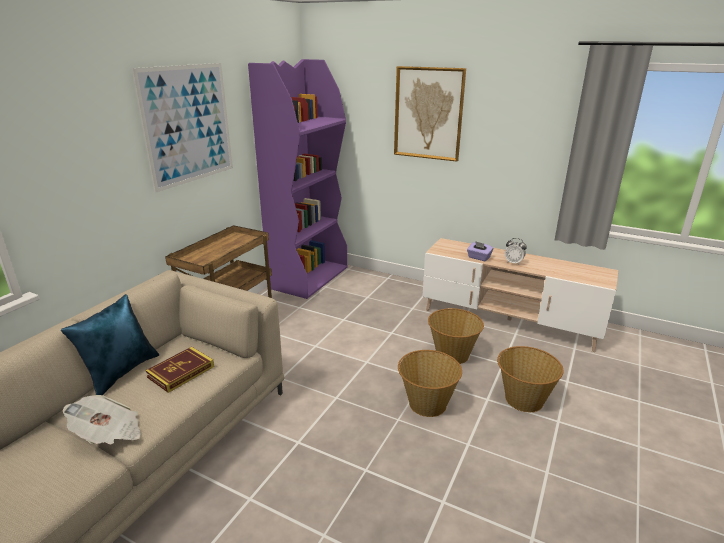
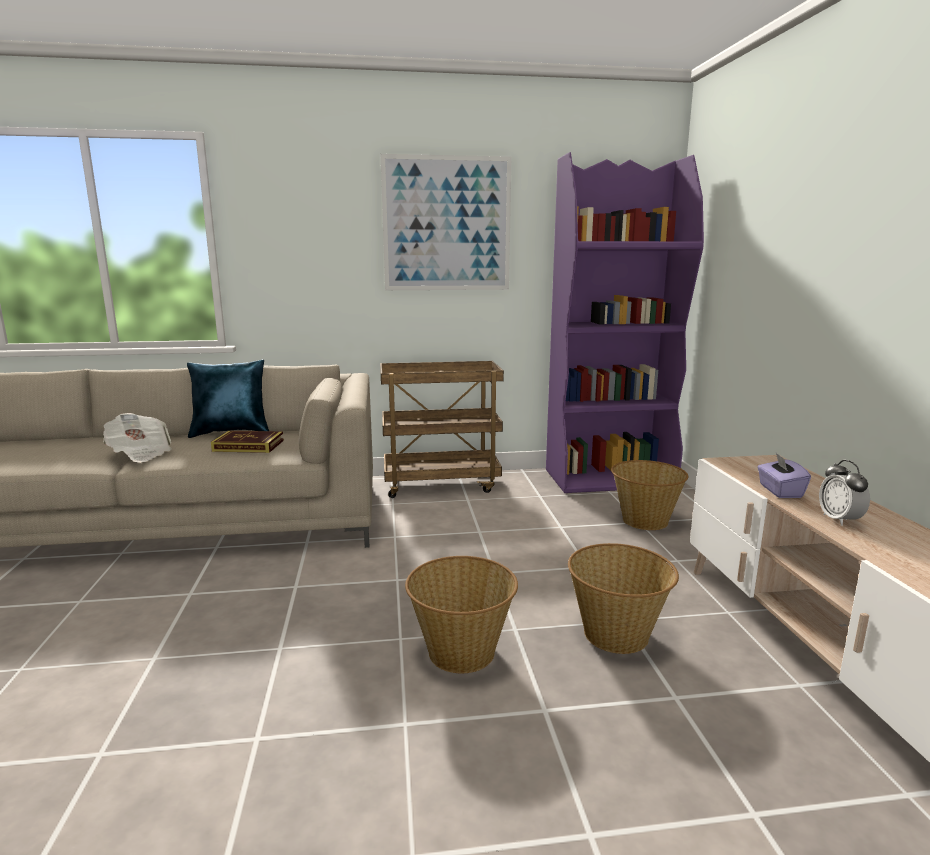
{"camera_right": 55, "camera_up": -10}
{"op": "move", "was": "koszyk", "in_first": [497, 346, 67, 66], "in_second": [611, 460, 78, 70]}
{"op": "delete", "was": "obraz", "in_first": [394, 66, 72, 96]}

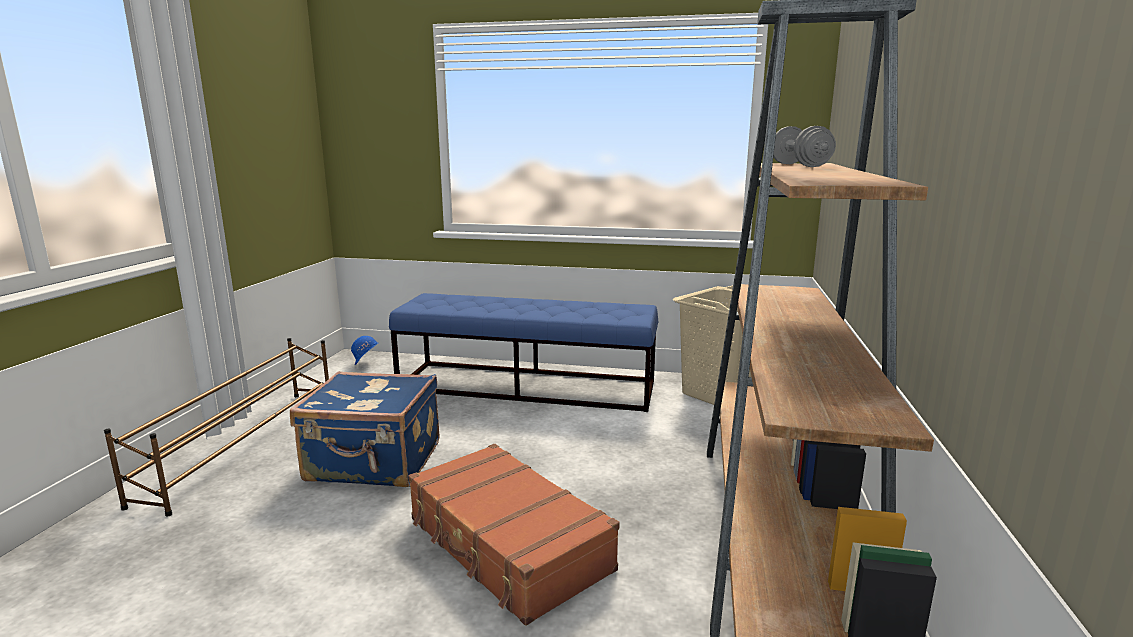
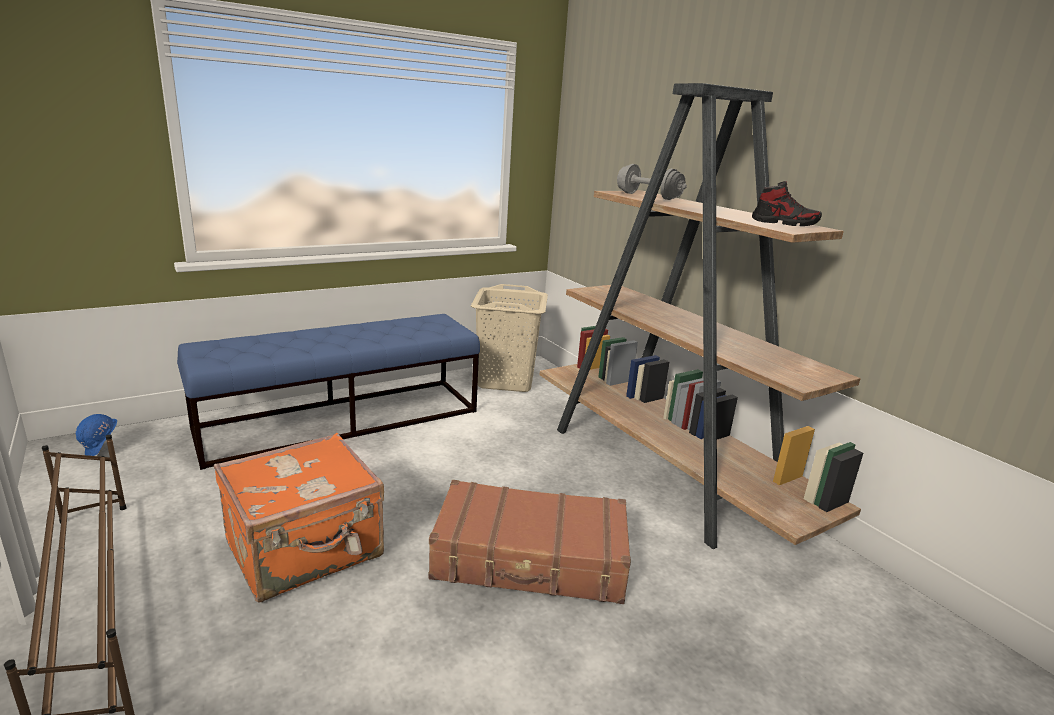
{"camera_right": -45, "camera_up": 5}
{"op": "recolor", "was": "walizka [niebieski]", "now": "walizka [pomarańczowy]", "in_first": [290, 371, 149, 116], "in_second": [214, 433, 170, 169]}
{"op": "insert", "now": "but", "in_second": [752, 181, 70, 45]}

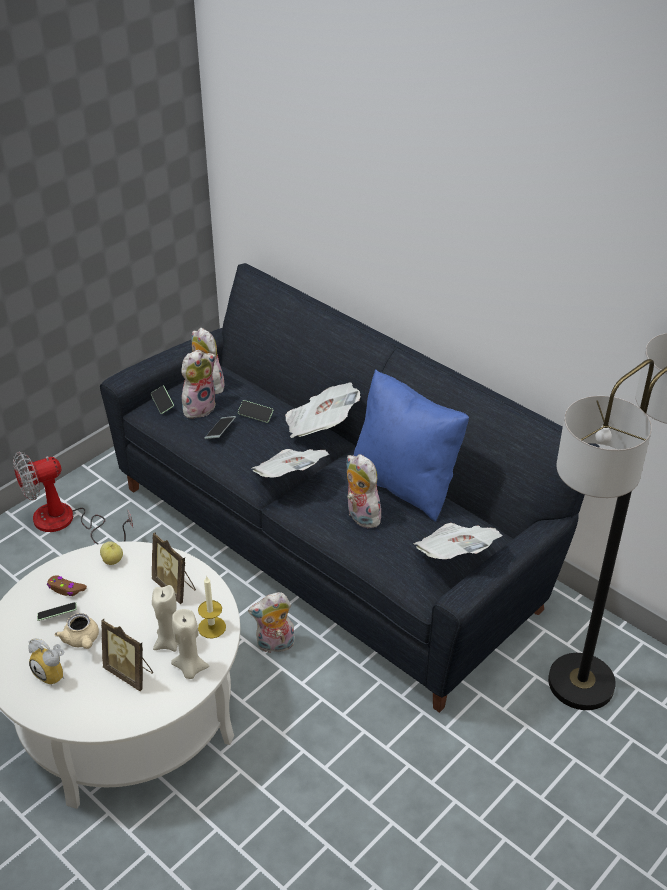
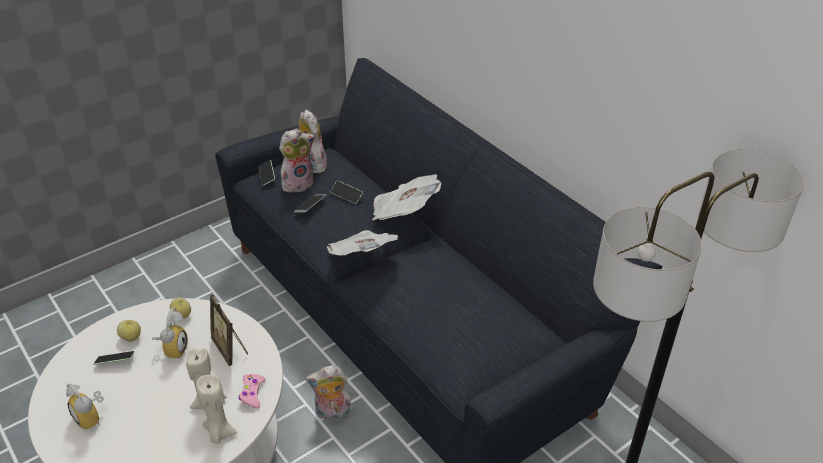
{"camera_right": 10, "camera_up": 0}
{"op": "replace", "was": "pad do gier [brązowy]", "now": "jabłko", "in_first": [47, 575, 40, 21], "in_second": [117, 320, 24, 22]}
{"op": "insert", "now": "budzik", "in_second": [152, 308, 36, 51]}
{"op": "replace", "was": "świeca", "now": "pad do gier [różowy]", "in_first": [198, 576, 28, 62], "in_second": [239, 374, 27, 34]}
{"op": "delete", "was": "wentylator", "in_first": [13, 451, 120, 93]}
{"op": "delete", "was": "imbryk [beżowy]", "in_first": [55, 613, 44, 36]}
{"op": "delete", "was": "ramka na zdjęcie", "in_first": [101, 619, 52, 72]}
{"op": "delete", "was": "pluszak", "in_first": [347, 454, 34, 74]}
{"op": "delete", "was": "poduszka [niebieski]", "in_first": [353, 369, 116, 153]}
{"op": "delete", "was": "gazeta", "in_first": [413, 523, 89, 36]}

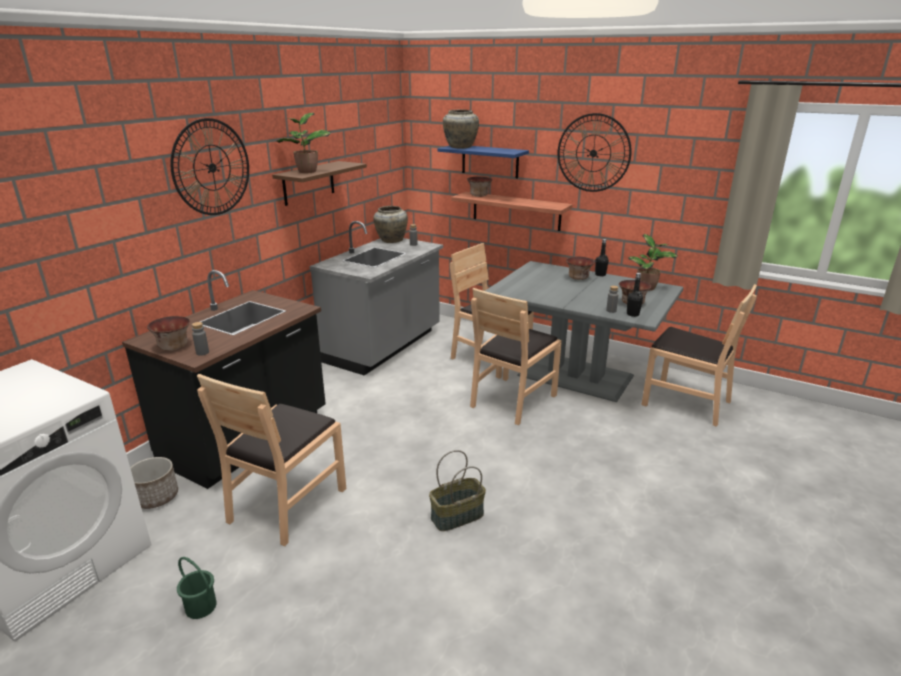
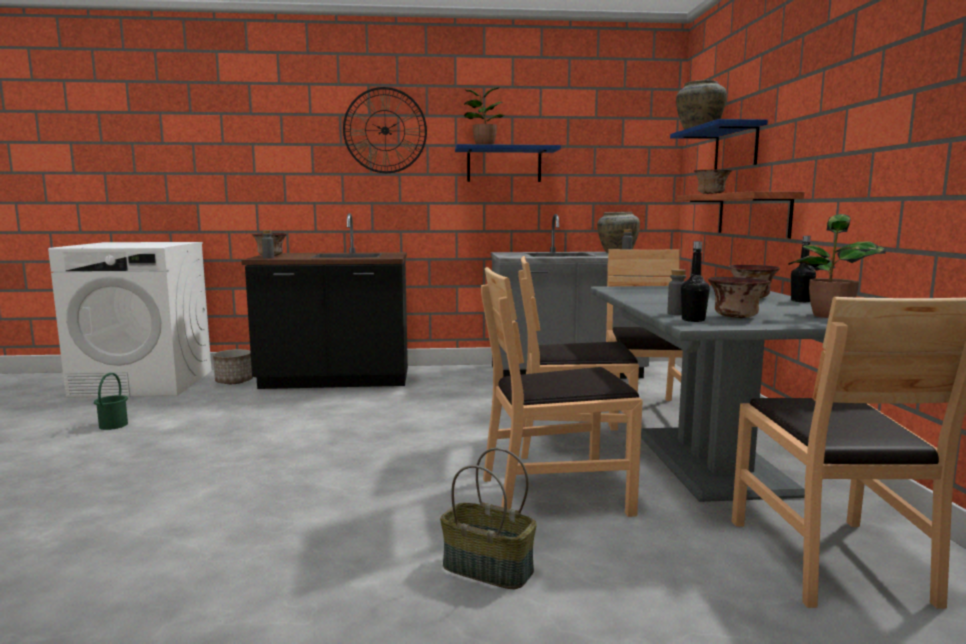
{"camera_right": 55, "camera_up": -15}
{"op": "move", "was": "koszyk", "in_first": [429, 450, 57, 81], "in_second": [440, 448, 97, 141]}
{"op": "recolor", "was": "półka [brązowy]", "now": "półka [niebieski]", "in_first": [272, 161, 95, 45], "in_second": [455, 144, 106, 38]}
{"op": "move", "was": "krzesło [brązowy]", "in_first": [197, 374, 149, 172], "in_second": [481, 267, 162, 250]}
{"op": "delete", "was": "zegar ścienny", "in_first": [558, 113, 74, 79]}

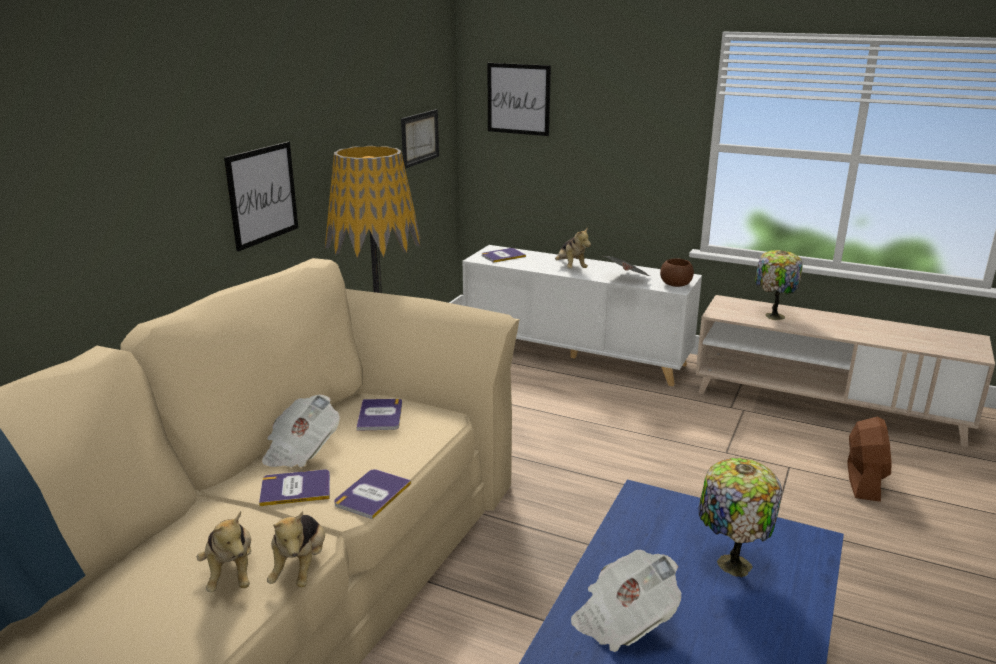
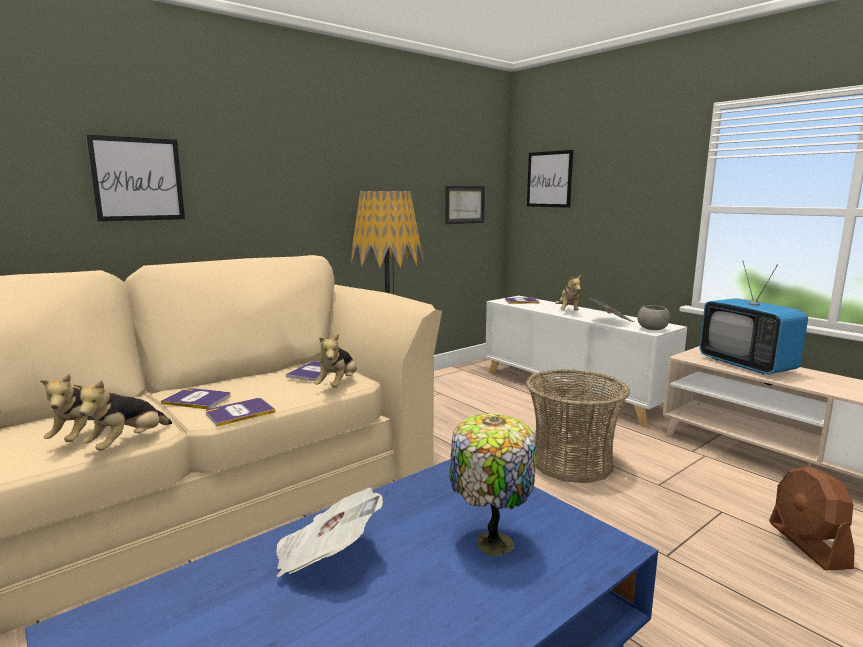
{"camera_right": 25, "camera_up": -10}
{"op": "move", "was": "obraz", "in_first": [224, 142, 74, 109], "in_second": [86, 134, 99, 88]}
{"op": "insert", "now": "pluszak", "in_second": [314, 334, 43, 54]}
{"op": "insert", "now": "koszyk", "in_second": [526, 369, 104, 114]}
{"op": "recolor", "was": "miska [brązowy]", "now": "miska [szary]", "in_first": [660, 259, 34, 28], "in_second": [637, 305, 33, 25]}
{"op": "replace", "was": "lampa stołowa", "now": "telewizor", "in_first": [755, 250, 48, 70], "in_second": [700, 261, 108, 114]}
{"op": "rotate", "was": "wentylator [brązowy]", "in_first": [847, 417, 44, 85], "in_second": [769, 466, 86, 104], "clockwise": 135}
{"op": "delete", "was": "gazeta", "in_first": [262, 394, 78, 73]}

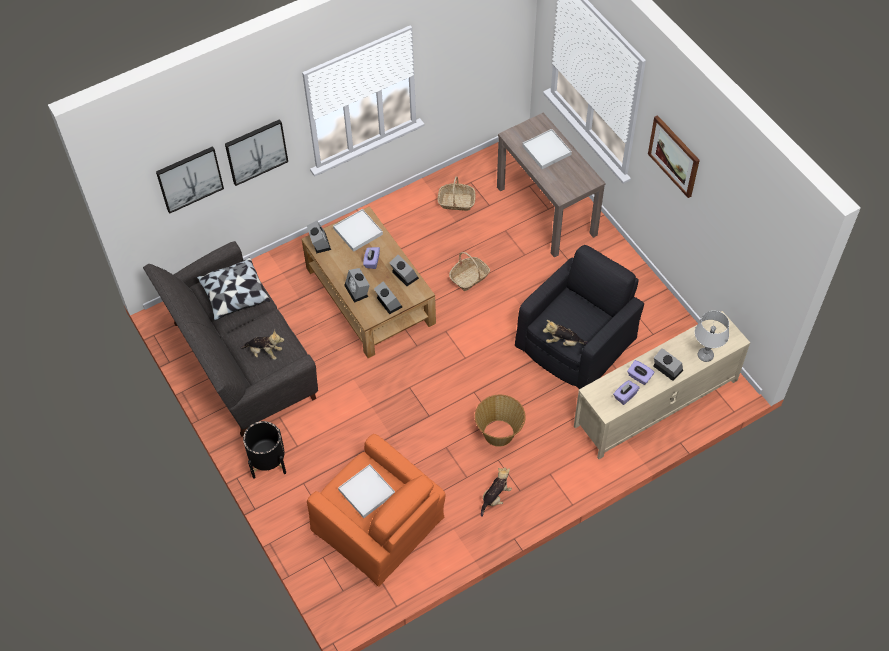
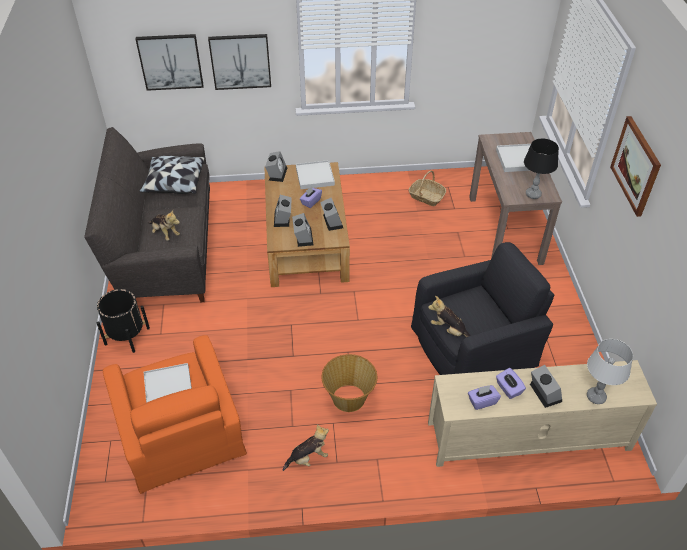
{"camera_right": 25, "camera_up": -10}
{"op": "insert", "now": "lampa stołowa [czarny]", "in_second": [524, 139, 35, 60]}
{"op": "delete", "was": "koszyk", "in_first": [449, 252, 41, 39]}

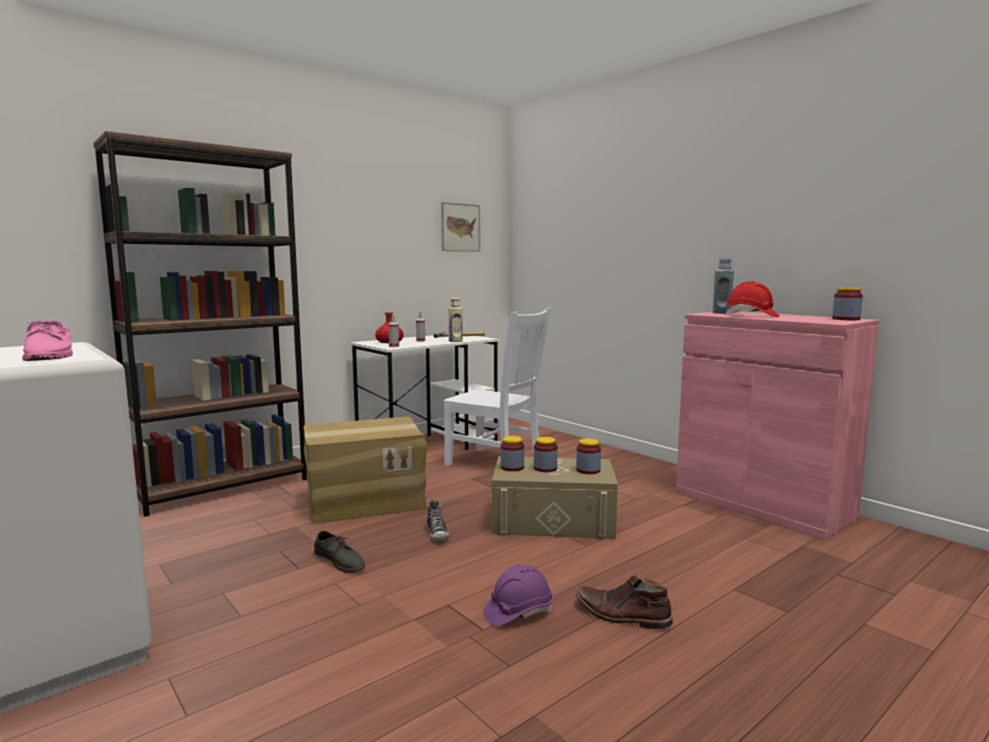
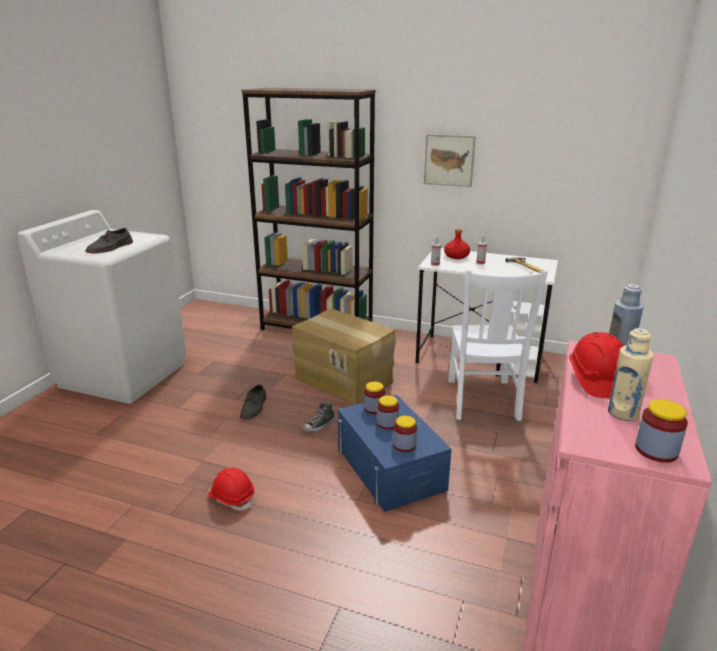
{"camera_right": 60, "camera_up": 15}
{"op": "recolor", "was": "but [różowy]", "now": "but [szary]", "in_first": [22, 320, 51, 41], "in_second": [85, 228, 48, 26]}
{"op": "recolor", "was": "kask [fioletowy]", "now": "kask [czerwony]", "in_first": [483, 564, 70, 62], "in_second": [208, 468, 47, 43]}
{"op": "recolor", "was": "pojemnik do przechowywania [beżowy]", "now": "pojemnik do przechowywania [niebieski]", "in_first": [492, 456, 126, 83], "in_second": [338, 395, 113, 117]}
{"op": "move", "was": "obraz", "in_first": [441, 202, 39, 50], "in_second": [424, 134, 52, 53]}
{"op": "move", "was": "butelka [beżowy]", "in_first": [448, 297, 15, 45], "in_second": [608, 328, 45, 93]}
{"op": "delete", "was": "but z cholewką [brązowy]", "in_first": [576, 575, 97, 54]}

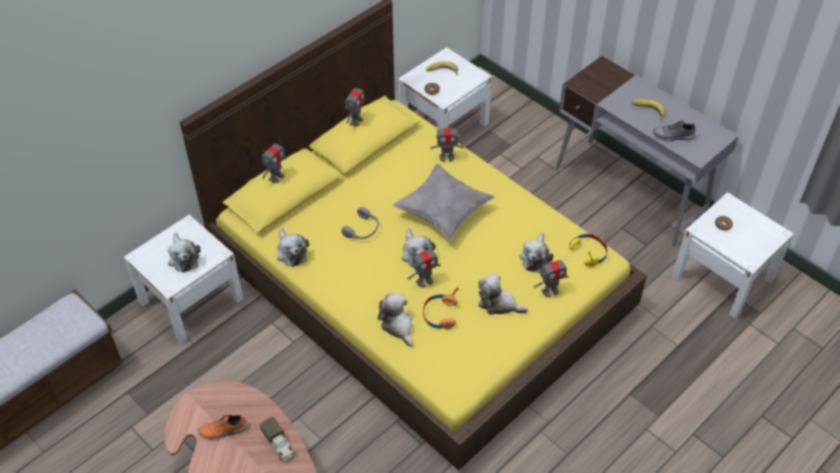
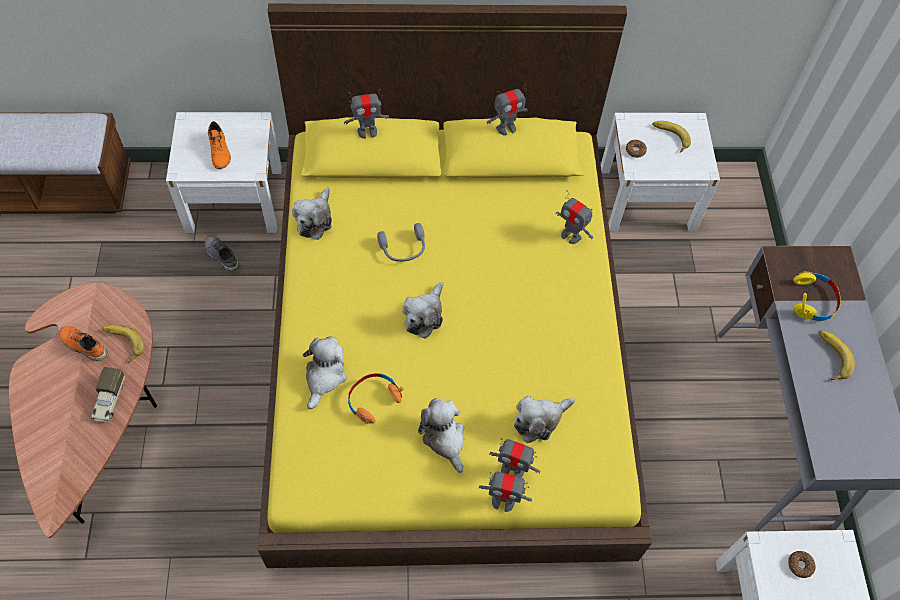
{"camera_right": 40, "camera_up": 10}
{"op": "insert", "now": "banan", "in_second": [102, 325, 42, 38]}
{"op": "move", "was": "but [szary]", "in_first": [653, 121, 43, 20], "in_second": [205, 236, 34, 35]}
{"op": "replace", "was": "pluszak", "now": "but [pomarańczowy]", "in_first": [168, 233, 33, 40], "in_second": [208, 121, 23, 48]}
{"op": "move", "was": "robot zabawkowy", "in_first": [407, 245, 34, 43], "in_second": [479, 471, 53, 41]}
{"op": "move", "was": "słuchawki [żółty]", "in_first": [569, 234, 39, 33], "in_second": [794, 271, 47, 50]}
{"op": "delete", "was": "poduszka [szary]", "in_first": [393, 164, 101, 76]}

